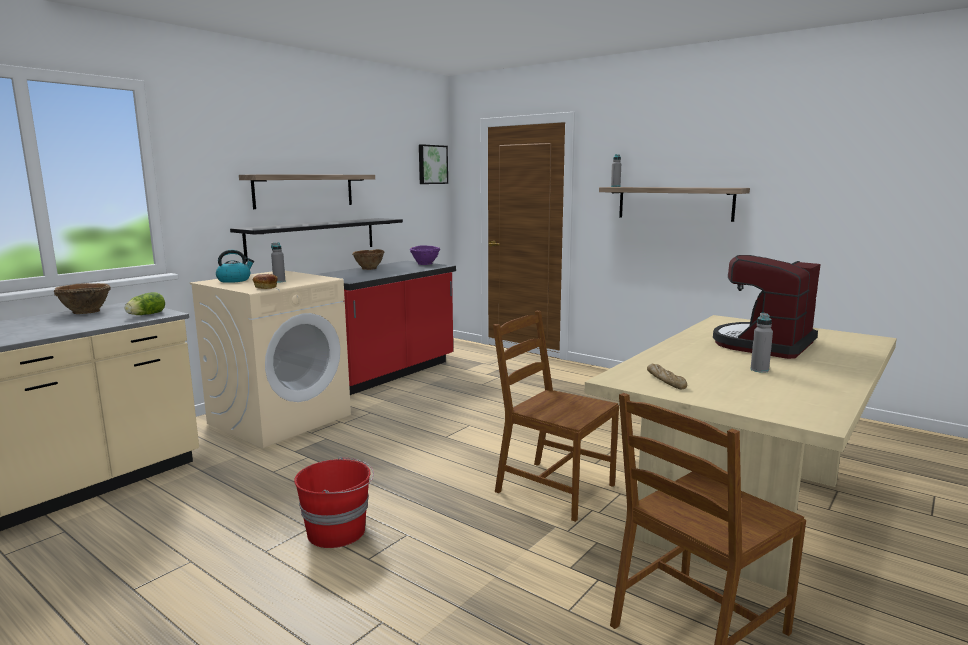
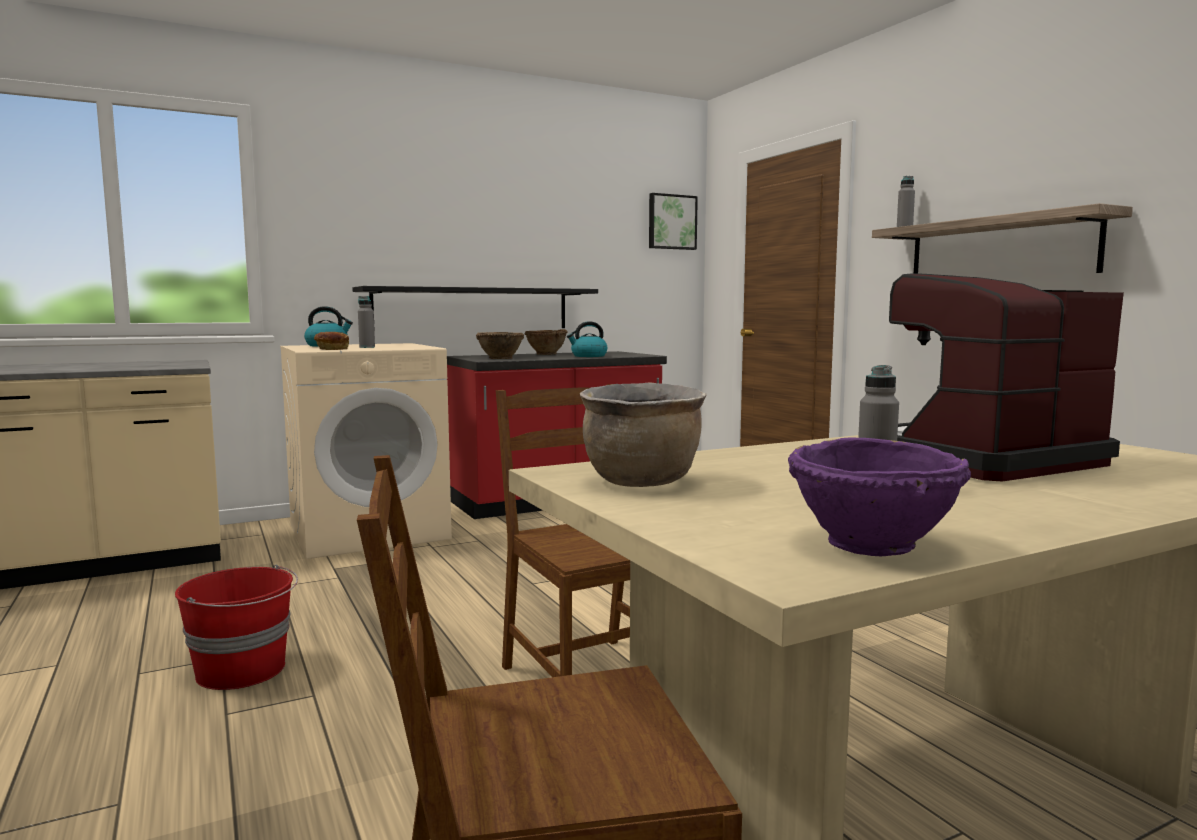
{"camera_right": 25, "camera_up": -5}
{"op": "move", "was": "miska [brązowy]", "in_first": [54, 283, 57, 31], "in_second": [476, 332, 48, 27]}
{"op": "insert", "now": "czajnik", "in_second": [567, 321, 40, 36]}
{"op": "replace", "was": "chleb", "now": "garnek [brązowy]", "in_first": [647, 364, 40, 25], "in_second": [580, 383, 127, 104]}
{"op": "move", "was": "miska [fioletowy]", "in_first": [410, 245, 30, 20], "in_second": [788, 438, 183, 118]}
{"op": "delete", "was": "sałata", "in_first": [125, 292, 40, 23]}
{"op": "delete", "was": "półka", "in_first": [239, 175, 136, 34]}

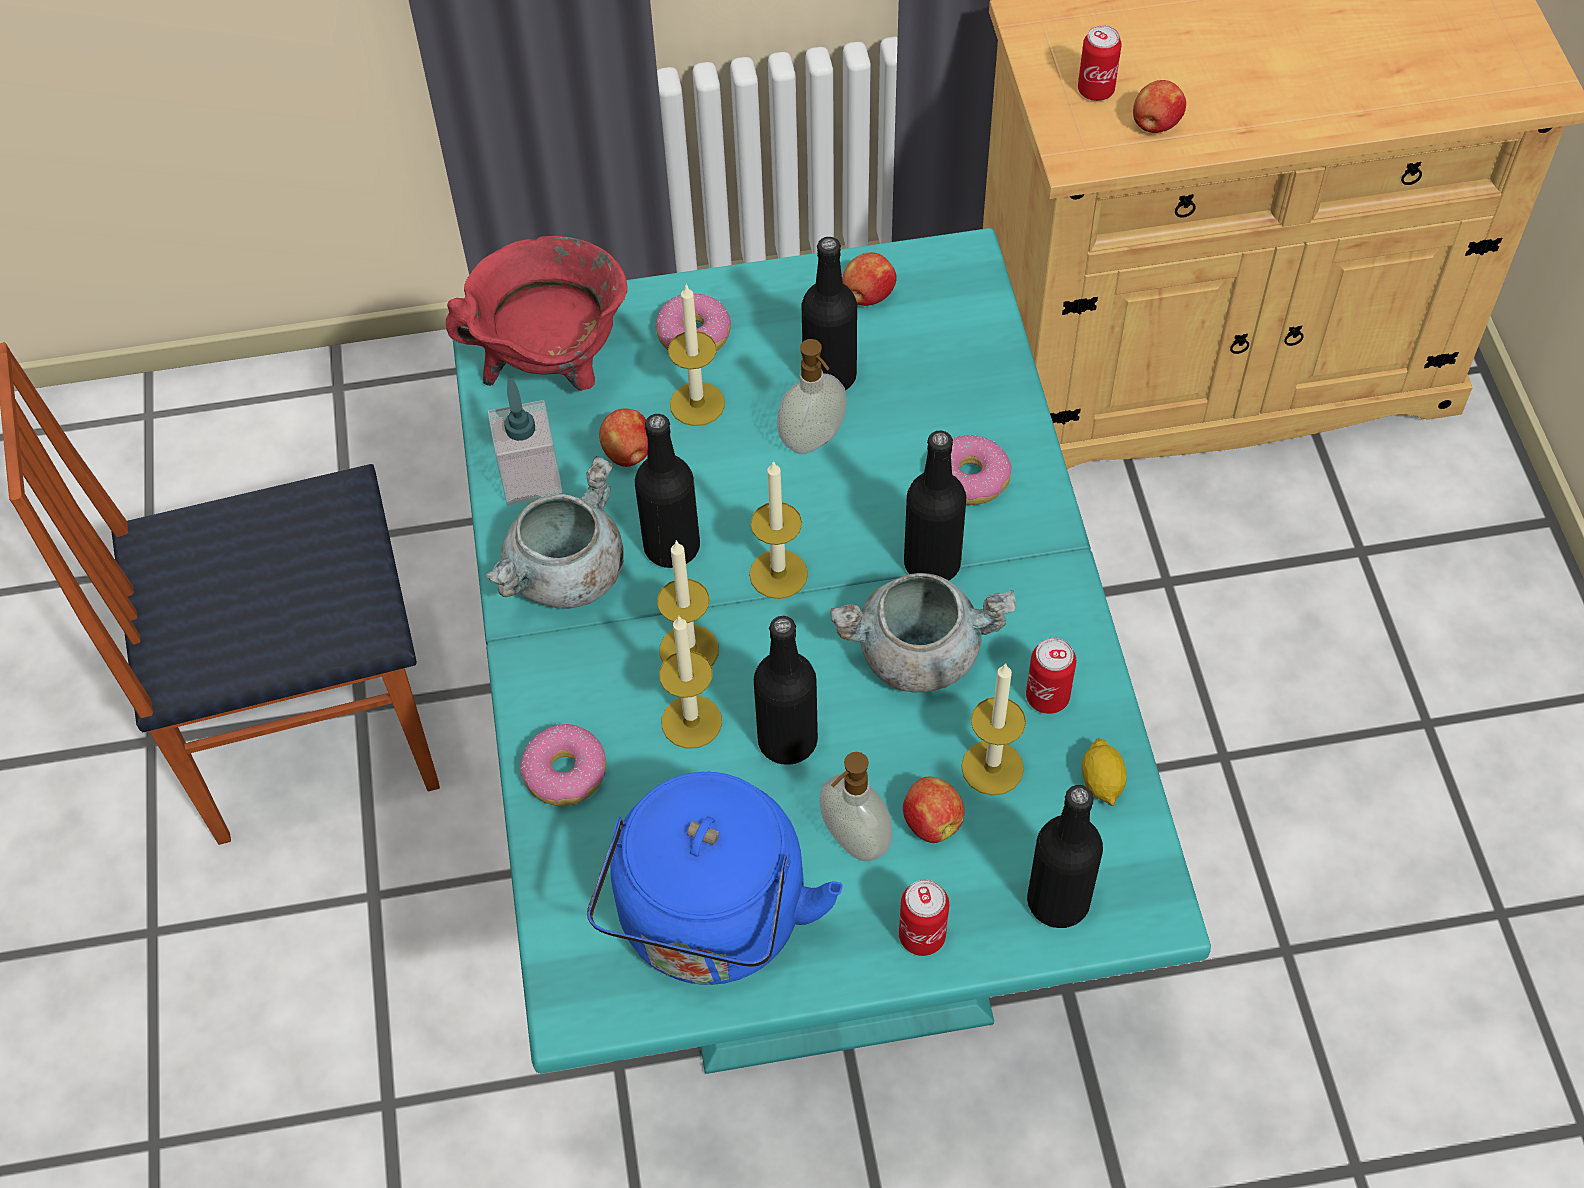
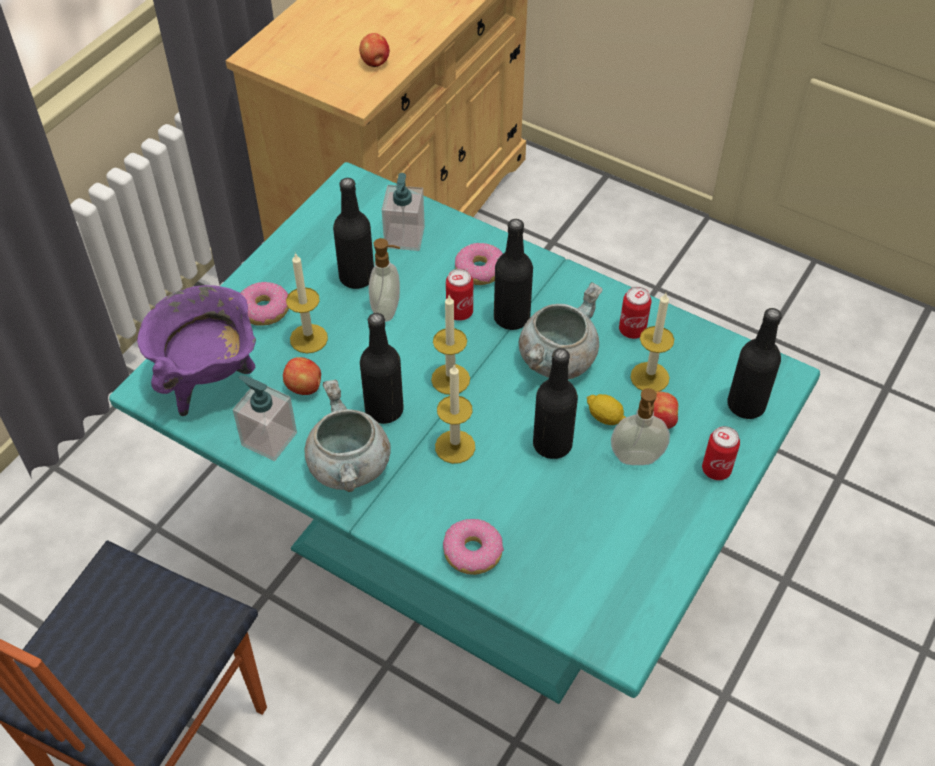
{"camera_right": -50, "camera_up": -5}
{"op": "recolor", "was": "garnek [czerwony]", "now": "garnek [fioletowy]", "in_first": [446, 236, 182, 155], "in_second": [137, 285, 119, 131]}
{"op": "insert", "now": "dozownik mydła", "in_second": [382, 173, 43, 78]}
{"op": "move", "was": "puszka", "in_first": [1078, 25, 44, 76], "in_second": [446, 269, 27, 52]}
{"op": "move", "was": "cytryna", "in_first": [1082, 738, 45, 68], "in_second": [587, 394, 39, 31]}
{"op": "delete", "was": "czajnik [niebieski]", "in_first": [587, 772, 256, 213]}
{"op": "delete", "was": "świeca", "in_first": [659, 615, 63, 134]}
{"op": "delete", "was": "jabłko", "in_first": [842, 252, 55, 54]}

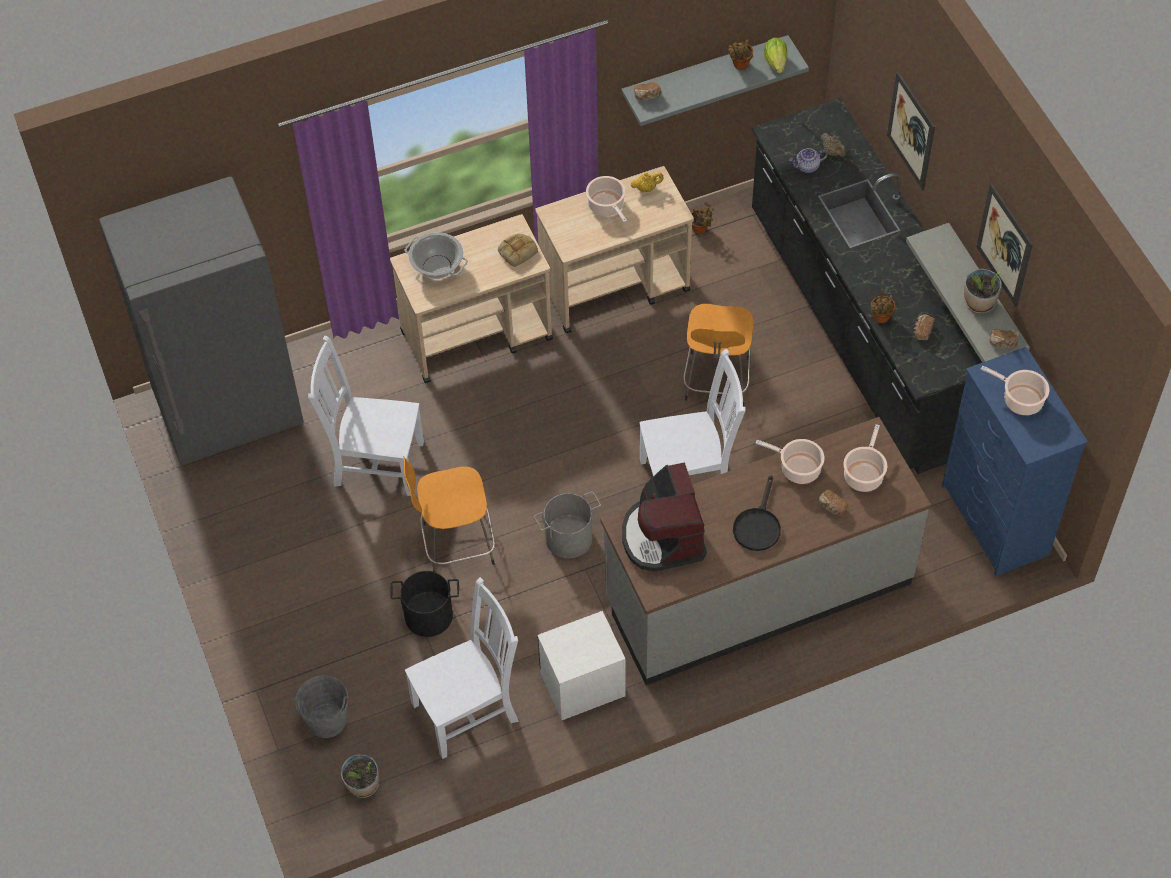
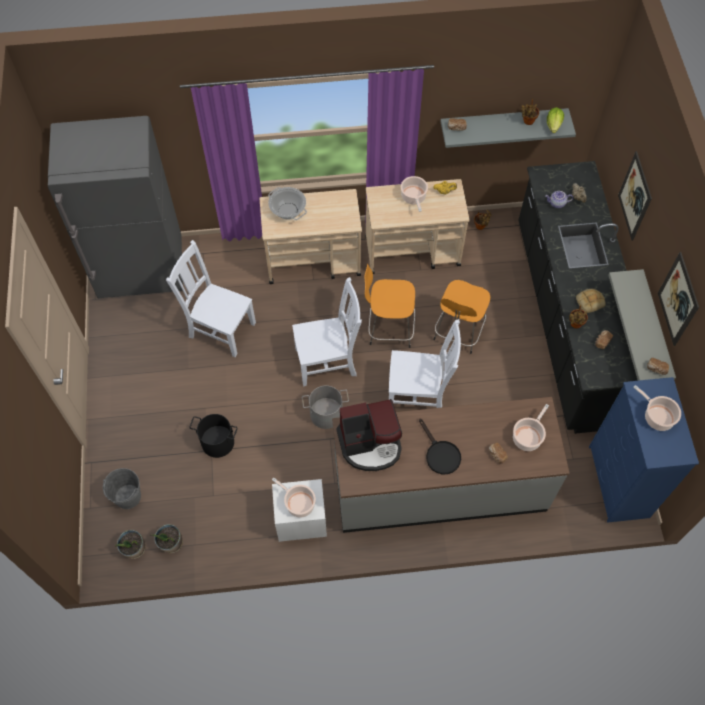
{"camera_right": 15, "camera_up": 5}
{"op": "move", "was": "roślina doniczkowa", "in_first": [964, 269, 38, 45], "in_second": [151, 524, 32, 29]}
{"op": "move", "was": "garnek", "in_first": [756, 439, 69, 45], "in_second": [272, 478, 44, 40]}
{"op": "move", "was": "krzesło [biały]", "in_first": [405, 577, 113, 182], "in_second": [292, 277, 70, 109]}
{"op": "rotate", "was": "ekspres do kawy", "in_first": [622, 462, 85, 109], "in_second": [337, 399, 65, 72], "clockwise": -105}
{"op": "move", "was": "stołek [pomarańczowy]", "in_first": [403, 456, 92, 116], "in_second": [365, 264, 51, 84]}
{"op": "rotate", "was": "patelnia [czarny]", "in_first": [733, 475, 48, 76], "in_second": [419, 419, 42, 55], "clockwise": -60}
{"op": "move", "was": "chleb", "in_first": [498, 234, 40, 33], "in_second": [576, 289, 30, 24]}

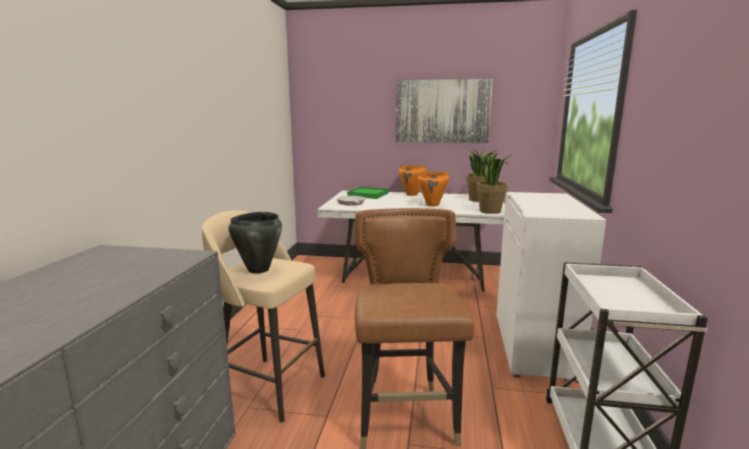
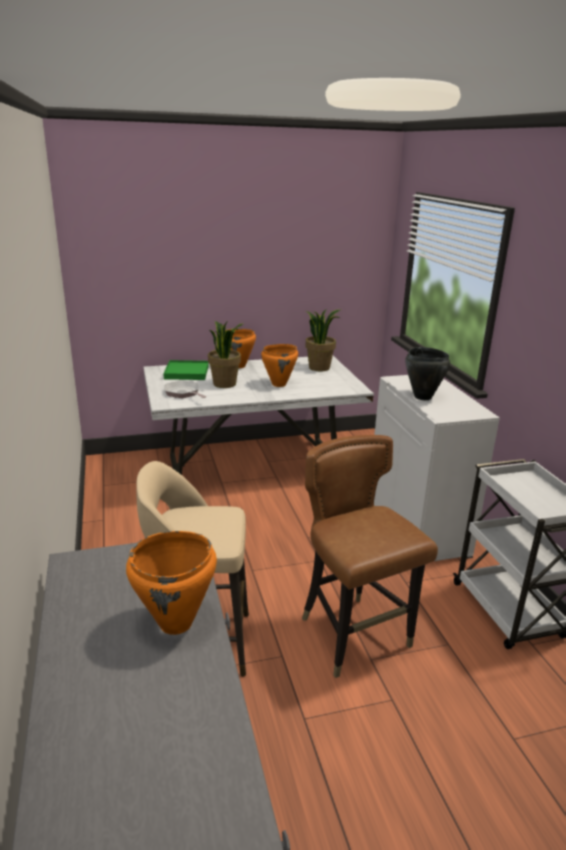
{"camera_right": -25, "camera_up": 10}
{"op": "insert", "now": "garnek [pomarańczowy]", "in_second": [126, 531, 91, 104]}
{"op": "move", "was": "roślina doniczkowa", "in_first": [477, 152, 34, 62], "in_second": [208, 321, 35, 67]}
{"op": "move", "was": "garnek [czarny]", "in_first": [228, 212, 54, 62], "in_second": [405, 347, 45, 53]}
{"op": "delete", "was": "obraz", "in_first": [396, 79, 97, 64]}

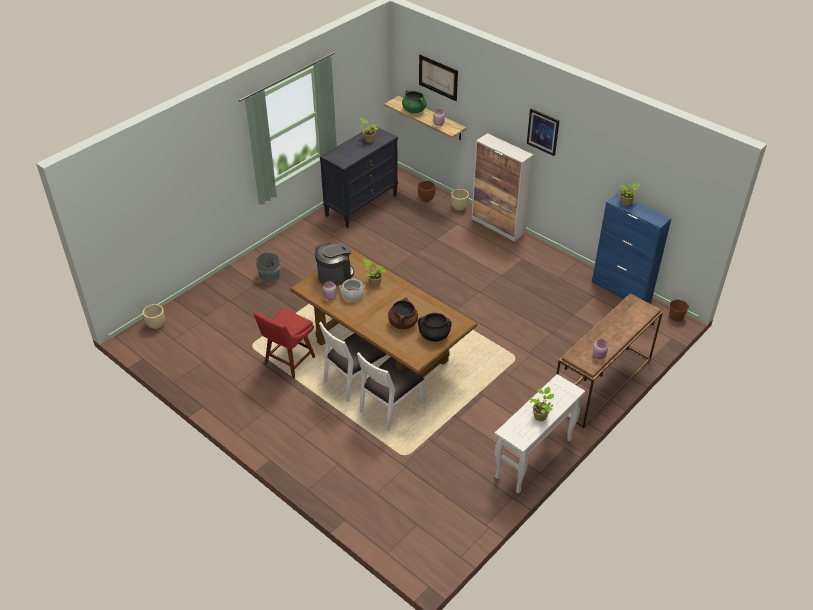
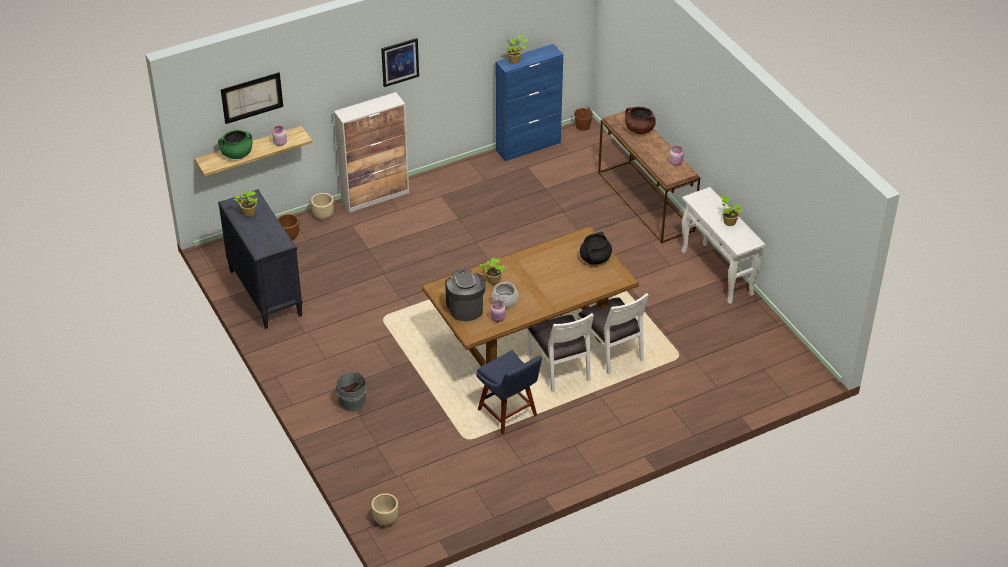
{"camera_right": -70, "camera_up": 0}
{"op": "recolor", "was": "krzesło [czerwony]", "now": "krzesło [niebieski]", "in_first": [254, 308, 61, 71], "in_second": [476, 351, 66, 83]}
{"op": "move", "was": "garnek [brązowy]", "in_first": [388, 297, 30, 32], "in_second": [625, 107, 31, 27]}

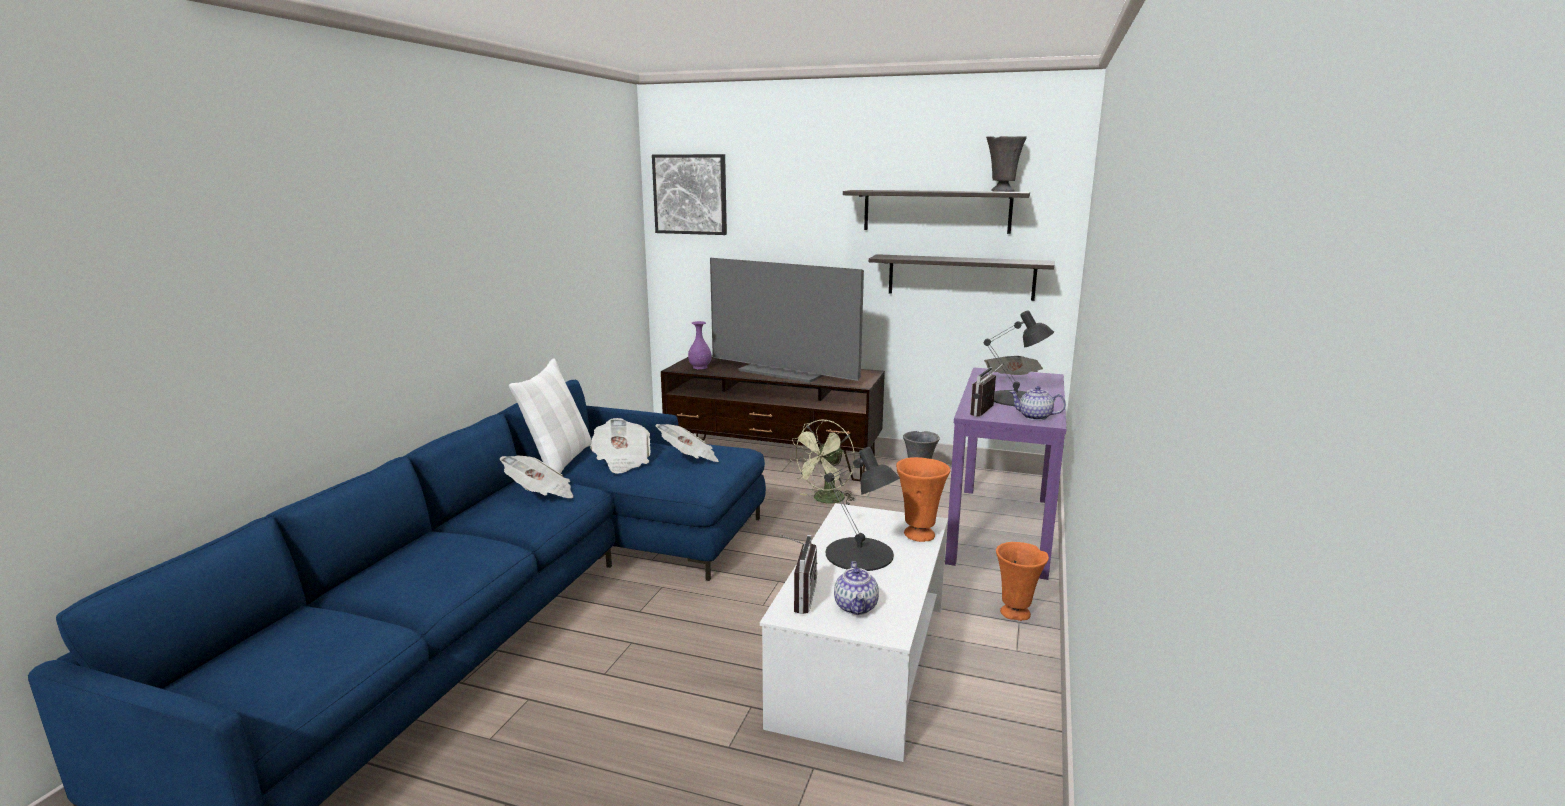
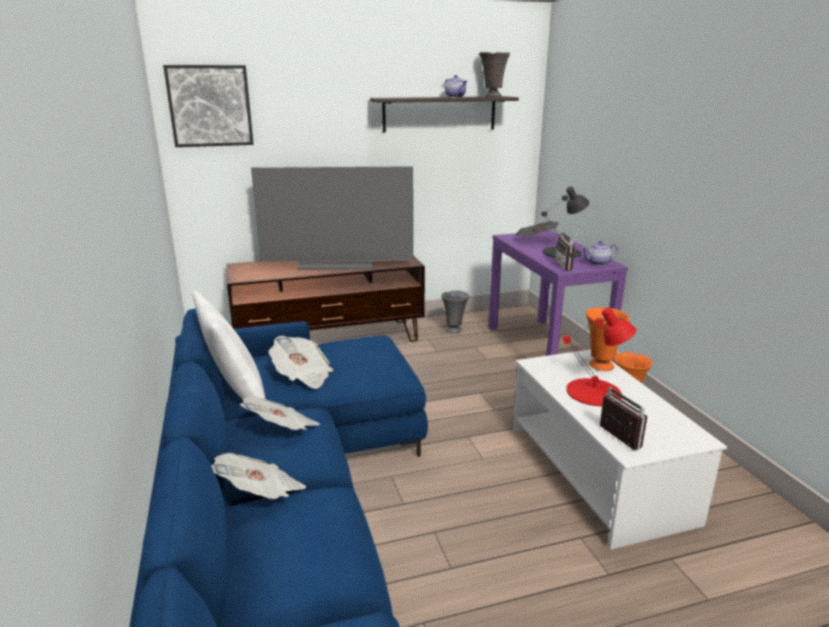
{"camera_right": -35, "camera_up": 5}
{"op": "move", "was": "gazeta", "in_first": [656, 424, 63, 38], "in_second": [211, 453, 95, 47]}
{"op": "move", "was": "imbryk", "in_first": [834, 561, 45, 54], "in_second": [444, 75, 23, 22]}
{"op": "recolor", "was": "lampa stołowa [czarny]", "now": "lampa stołowa [czerwony]", "in_first": [824, 447, 76, 124], "in_second": [563, 307, 73, 99]}
{"op": "delete", "was": "wazon [fioletowy]", "in_first": [688, 321, 24, 48]}
{"op": "delete", "was": "wentylator [zielony]", "in_first": [790, 420, 65, 85]}
{"op": "delete", "was": "półka", "in_first": [869, 254, 185, 47]}

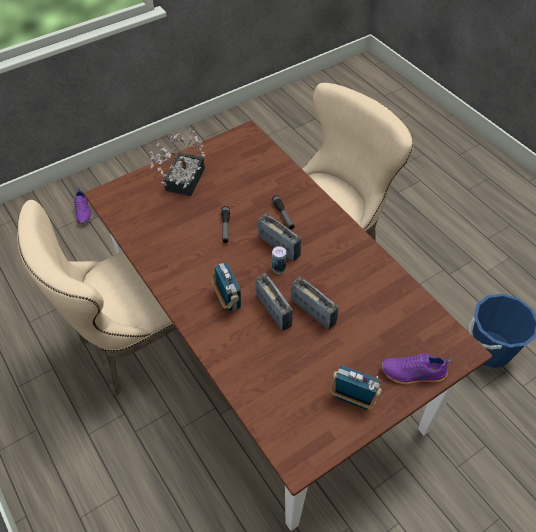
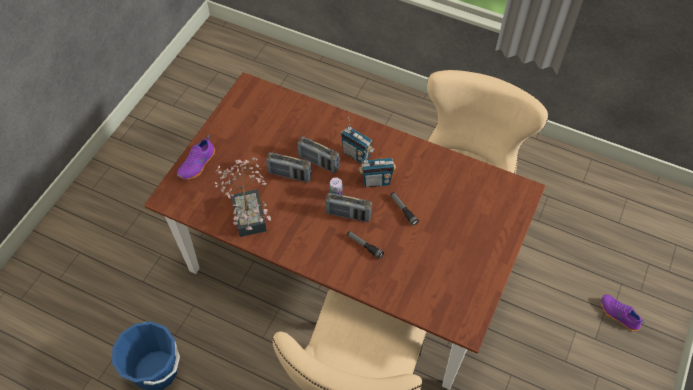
{"camera_right": 150, "camera_up": 5}
{"op": "rotate", "was": "but [fioletowy]", "in_first": [381, 353, 71, 32], "in_second": [177, 135, 38, 45], "clockwise": 150}
{"op": "move", "was": "roślina doniczkowa", "in_first": [150, 129, 55, 67], "in_second": [215, 157, 56, 80]}
{"op": "move", "was": "radio", "in_first": [330, 365, 52, 45], "in_second": [359, 151, 37, 36]}

